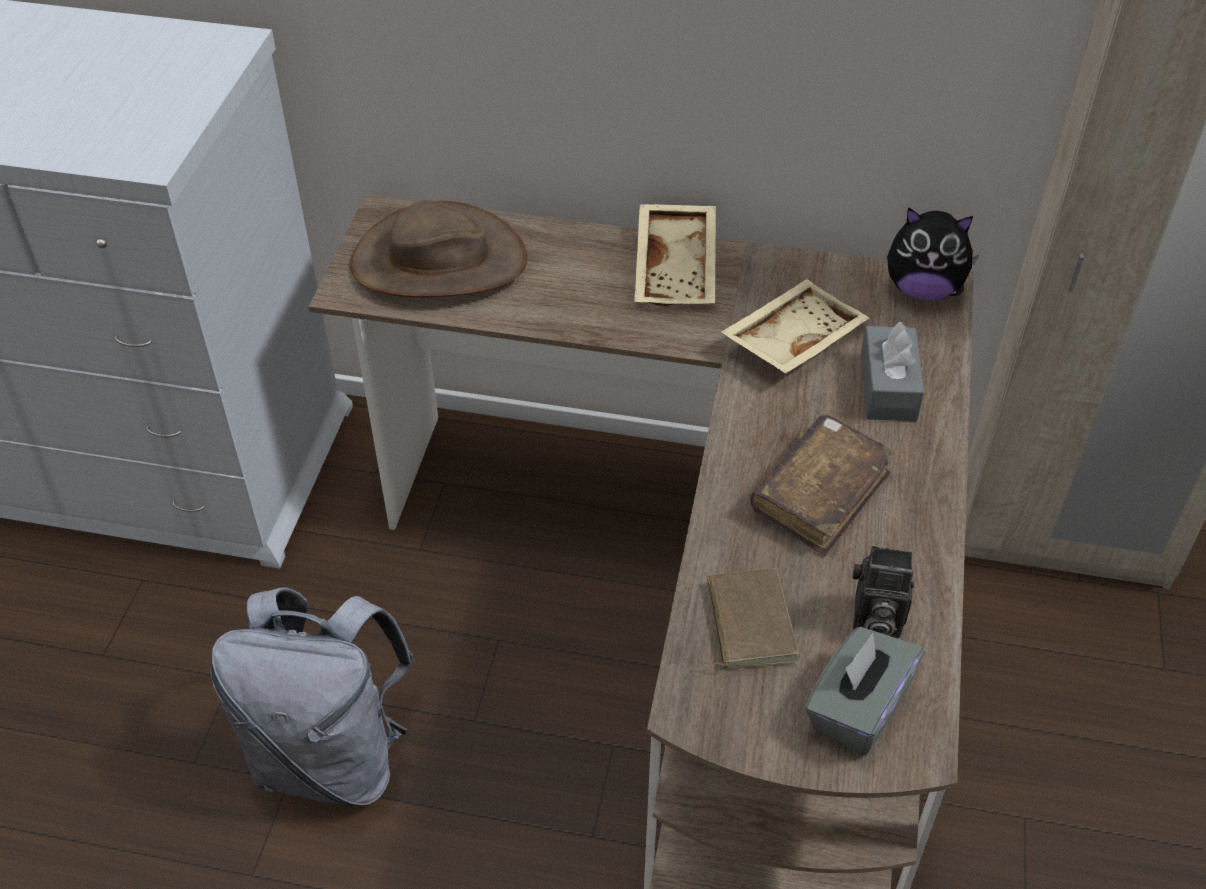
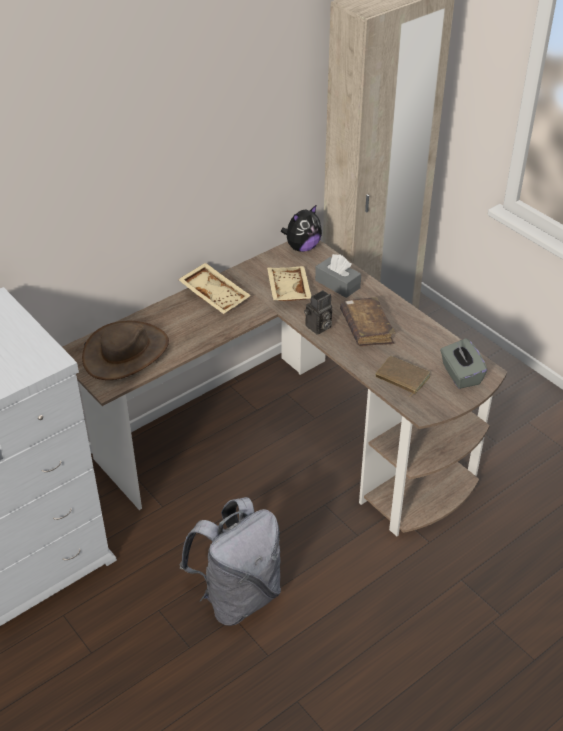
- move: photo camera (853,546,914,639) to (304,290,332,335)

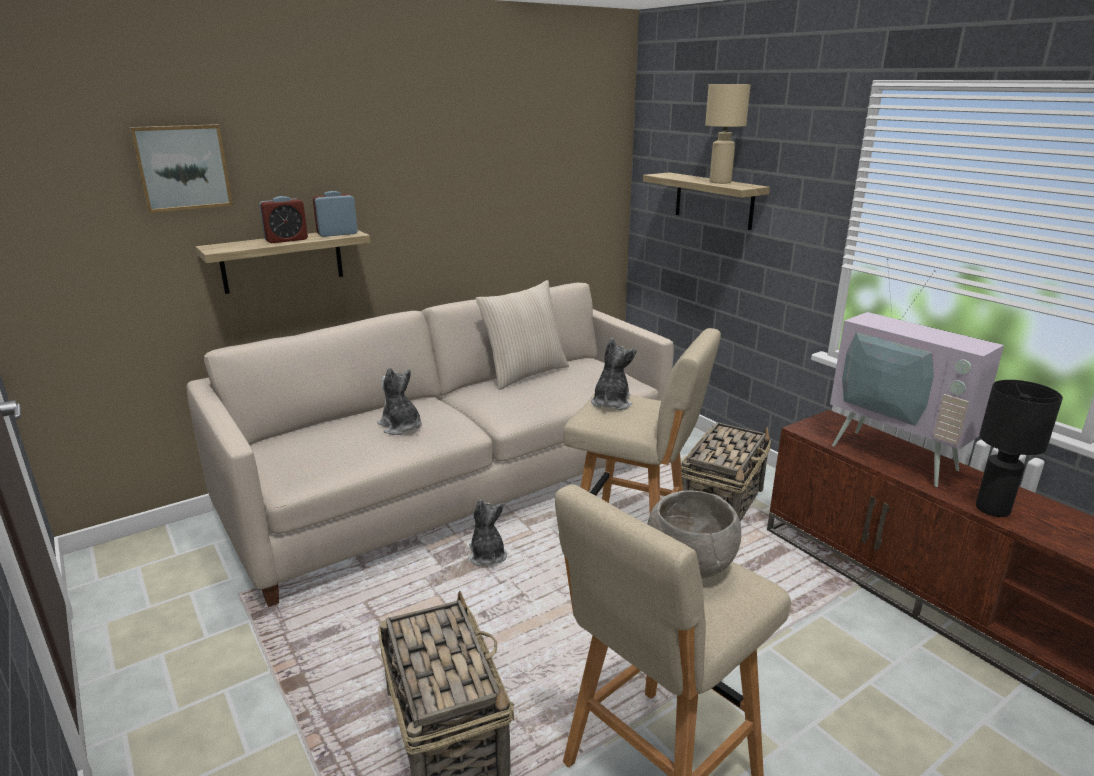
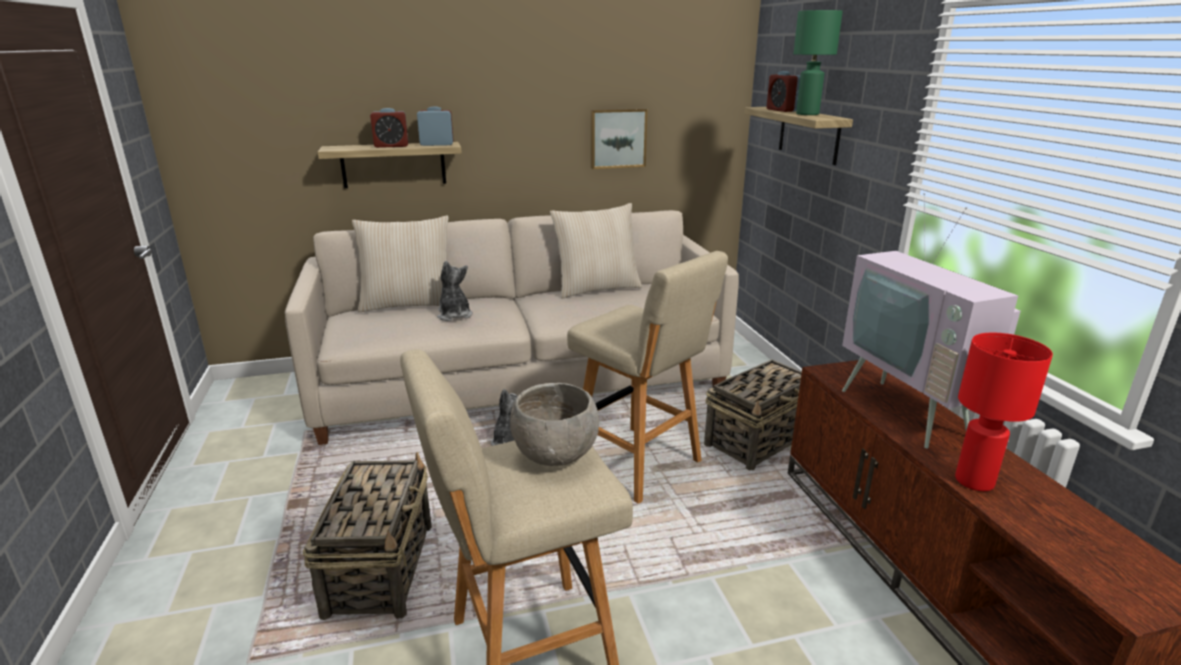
- move: picture (129,124,233,213) to (591,109,648,169)
- delete: plush toy (591,338,637,410)
- recolor: beige lamp for a table (705,84,751,184) to green-coloured lamp for a table (794,10,843,115)
- recolor: black-coloured lamp for a table (976,380,1063,517) to reddish lamp for a table (955,333,1053,491)
- insert: beige throw pillow (352,216,449,312)
- insert: table clock (766,71,800,112)

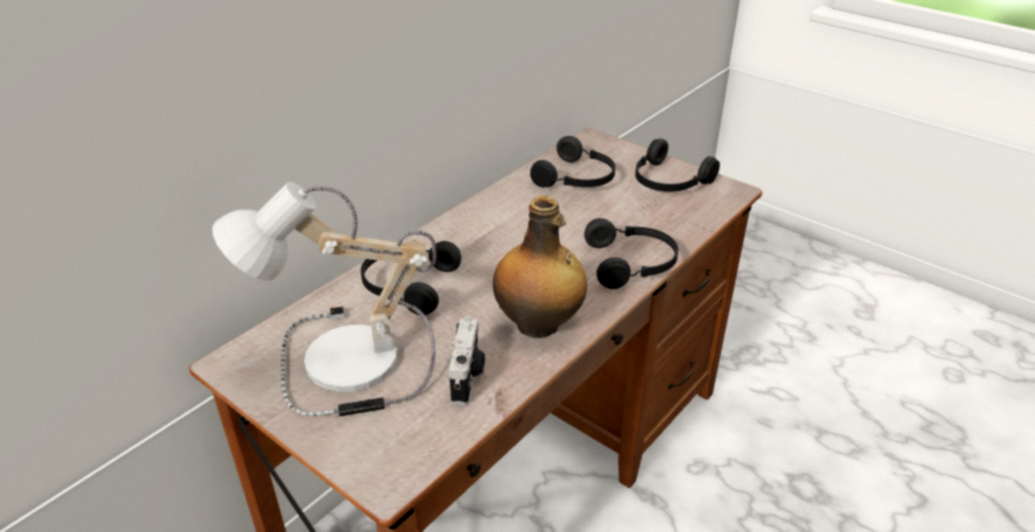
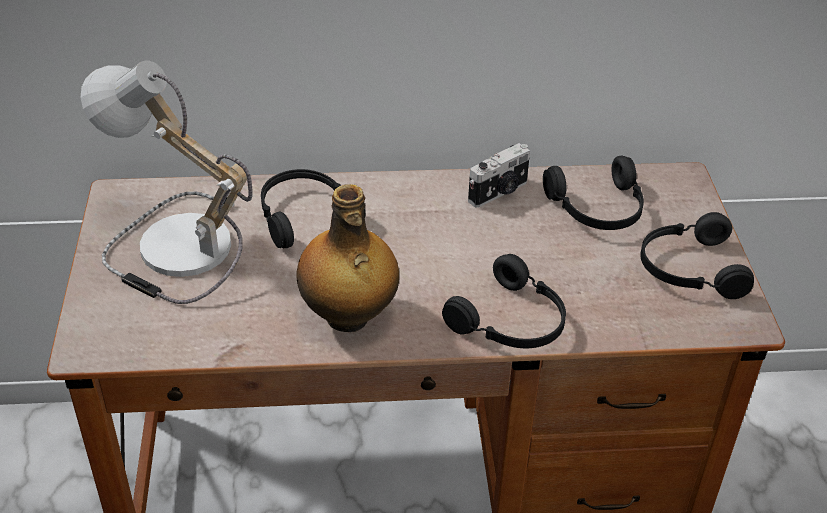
- move: photo camera (449,316,485,405) to (468,143,530,208)

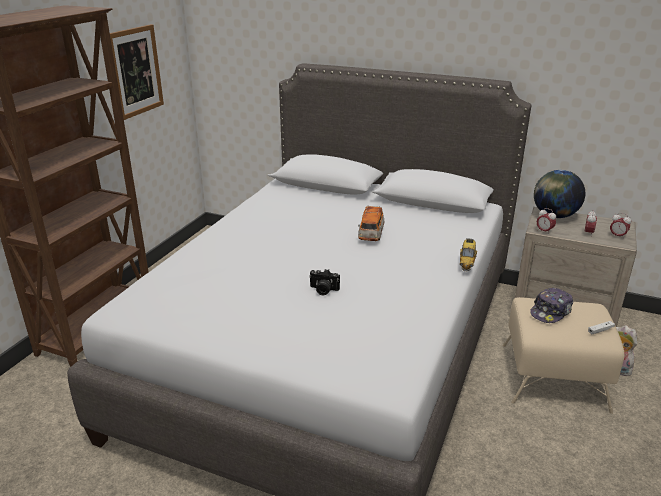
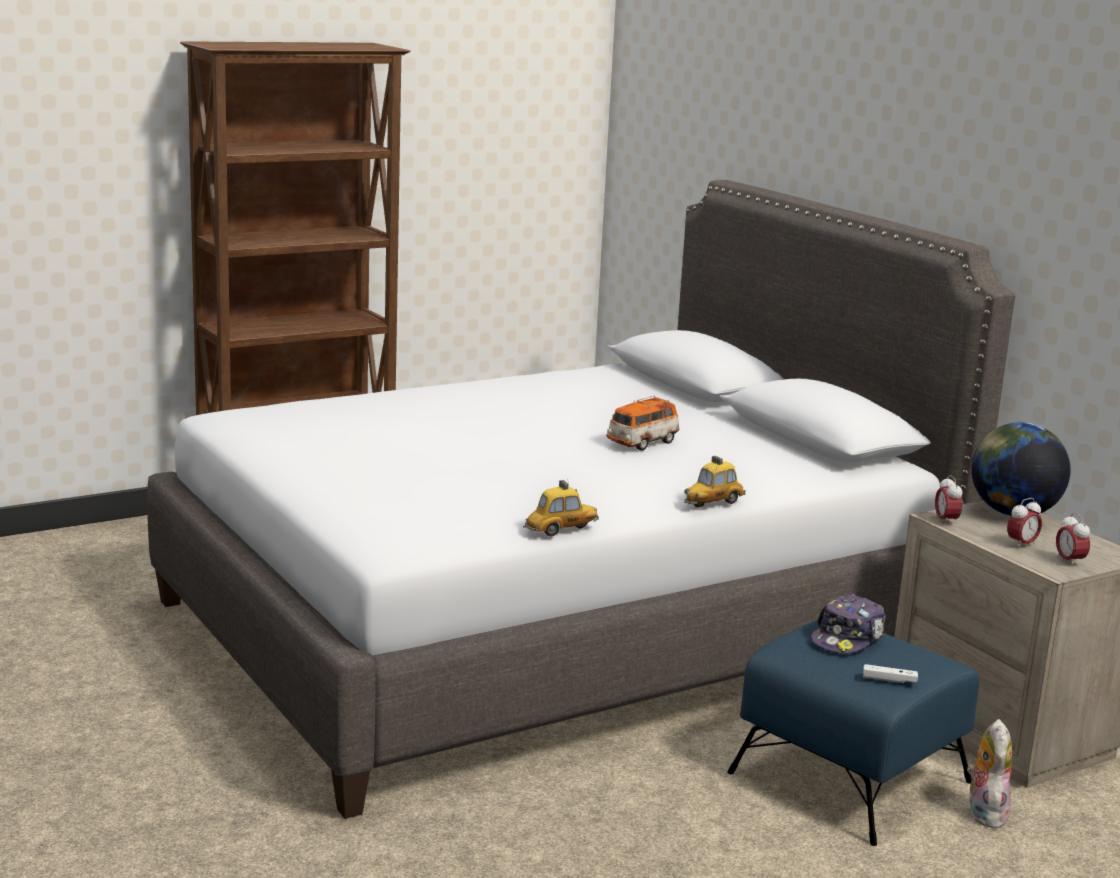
- delete: picture (110,24,164,120)
- delete: photo camera (309,269,340,295)
- recolor: beige pouffe (502,297,624,414) to blue pouffe (727,621,979,846)
- rotate: cap (530,288,573,323) = (811,594,886,654) 45 degrees counterclockwise
- insert: toy car (523,480,599,536)

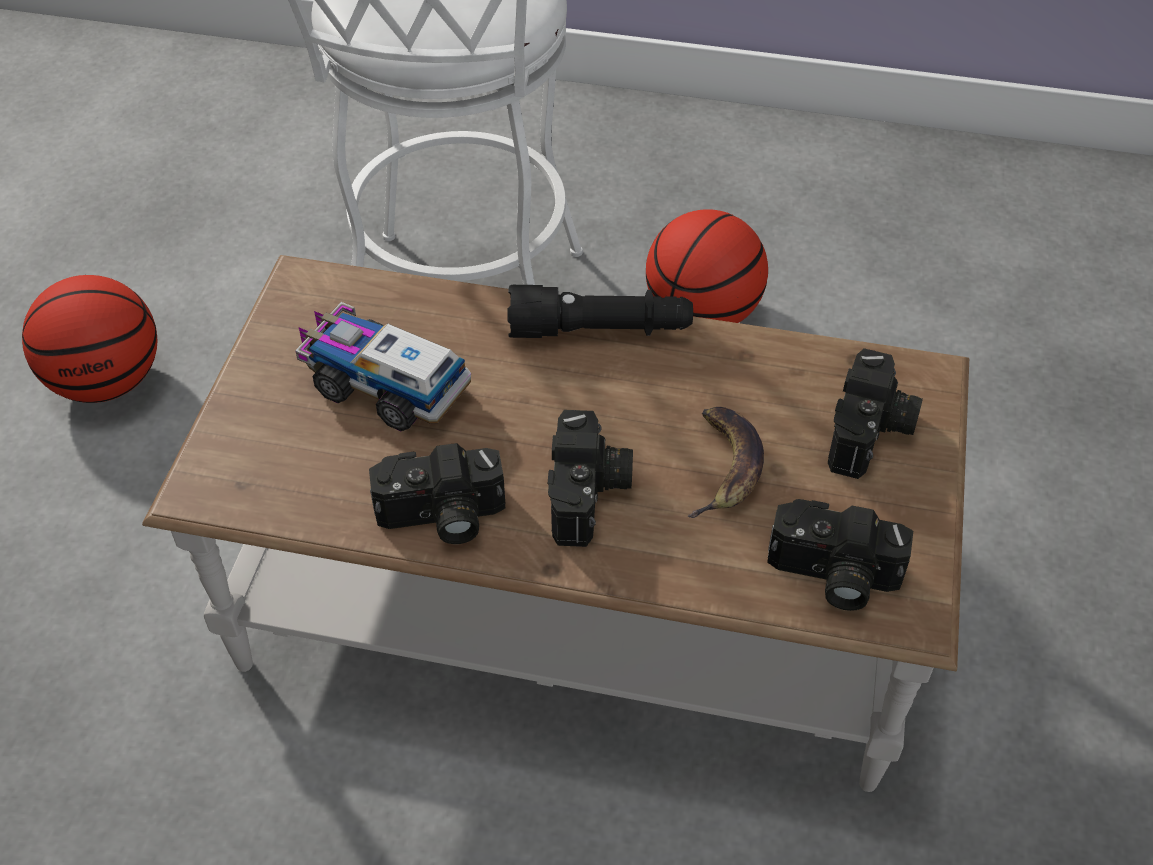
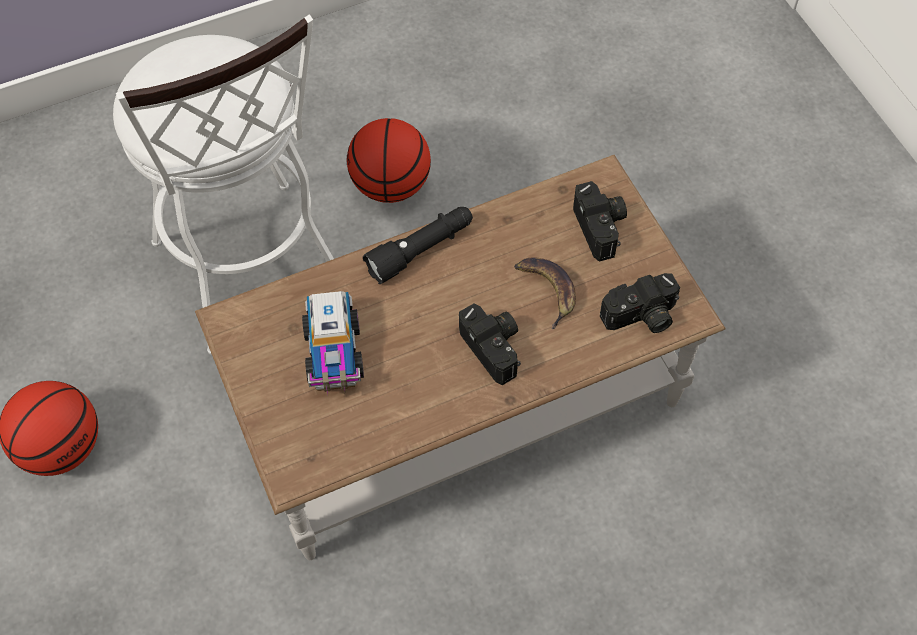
- rotate: toy lorry (295,302,471,431) = (302,291,364,395) 90 degrees counterclockwise
- delete: photo camera (369,443,506,544)

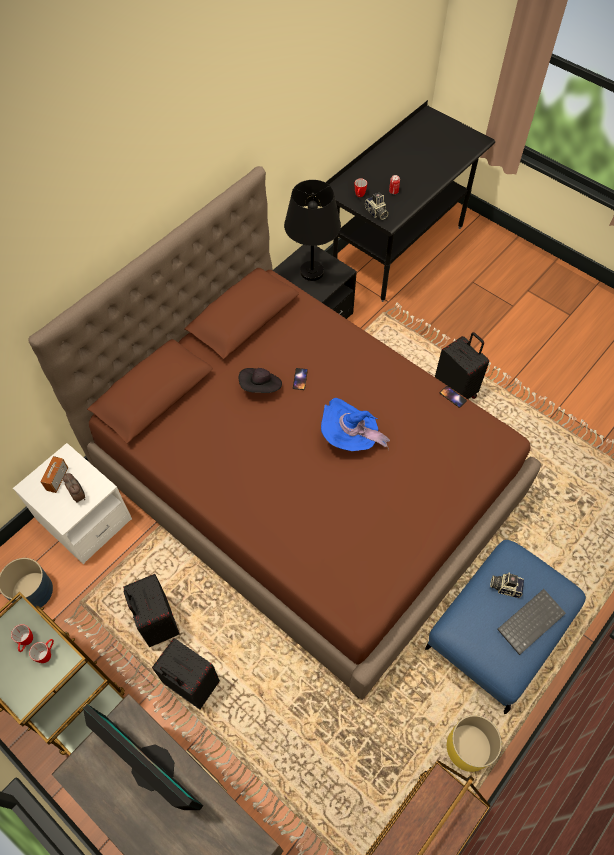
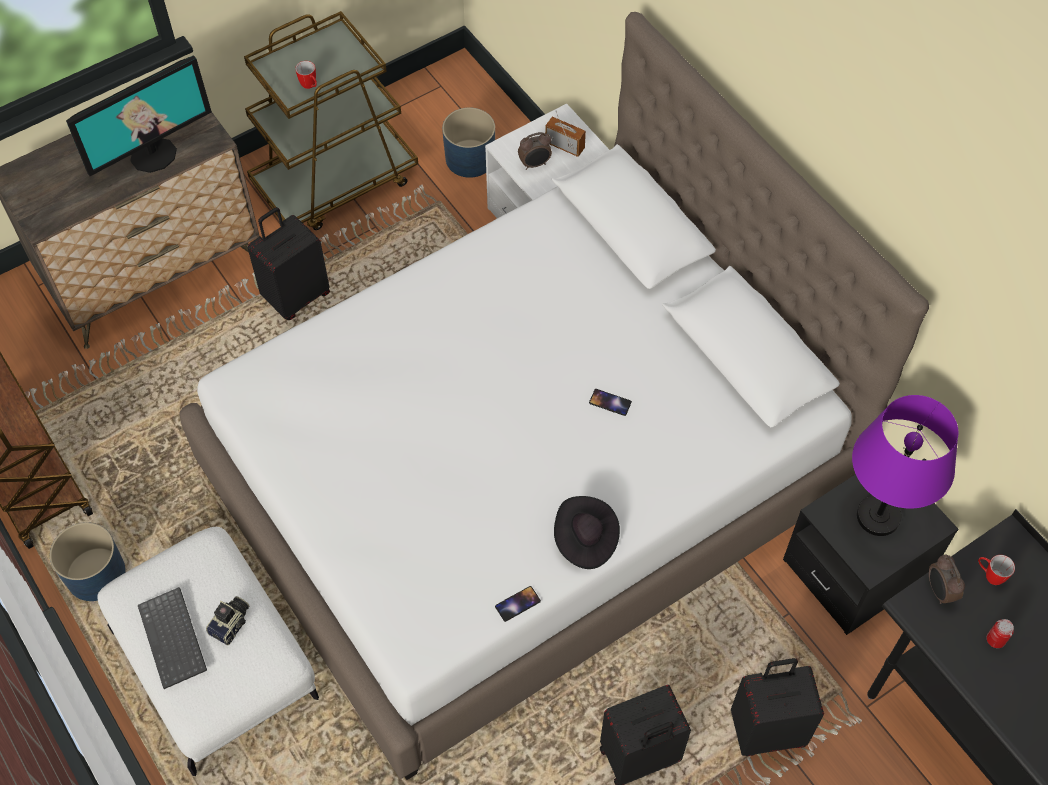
- delete: mug (11,624,33,652)
- recolor: brownish bedroom bed (28,166,541,700) to white bedroom bed (179,12,929,780)
- move: black-coloured suitcase (123,574,180,647) to (731,658,824,756)
- move: black-coloured hat (239,368,282,393) to (554,496,620,569)
- recolor: black-coloured lamp for a table (284,180,341,281) to purple lamp for a table (852,395,958,536)
- delete: blue hat (321,398,390,451)
- replace: photo camera (364,192,389,220) to table clock (929,555,965,604)
- recolor: blue pouffe (425,540,586,714) to white pouffe (97,527,319,776)
- recolor: yellow-coloured flower pot (447,715,502,772) to blue flower pot (50,522,126,601)

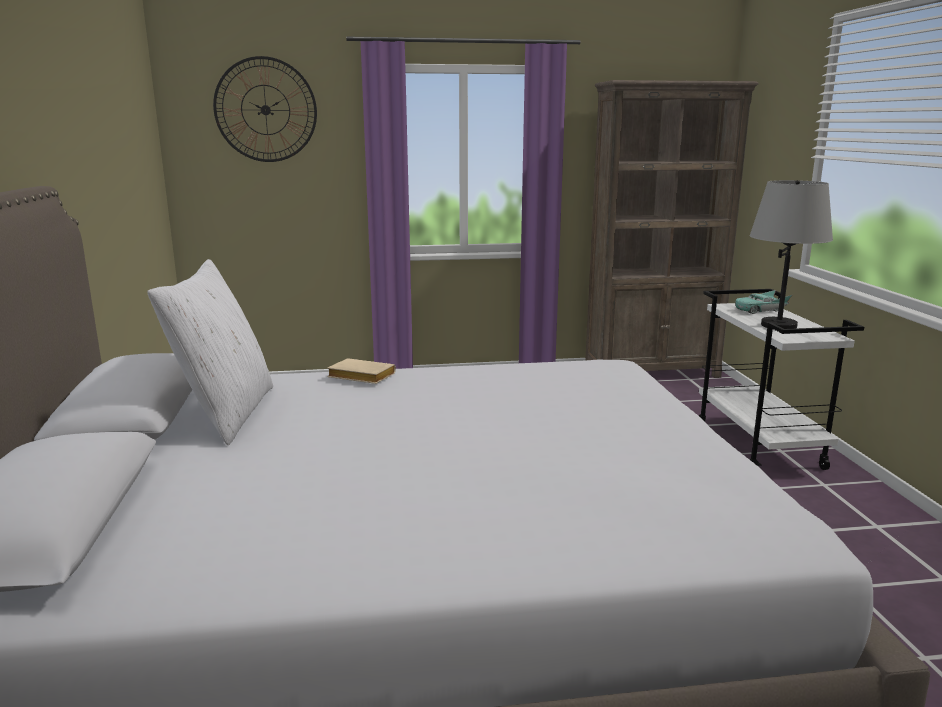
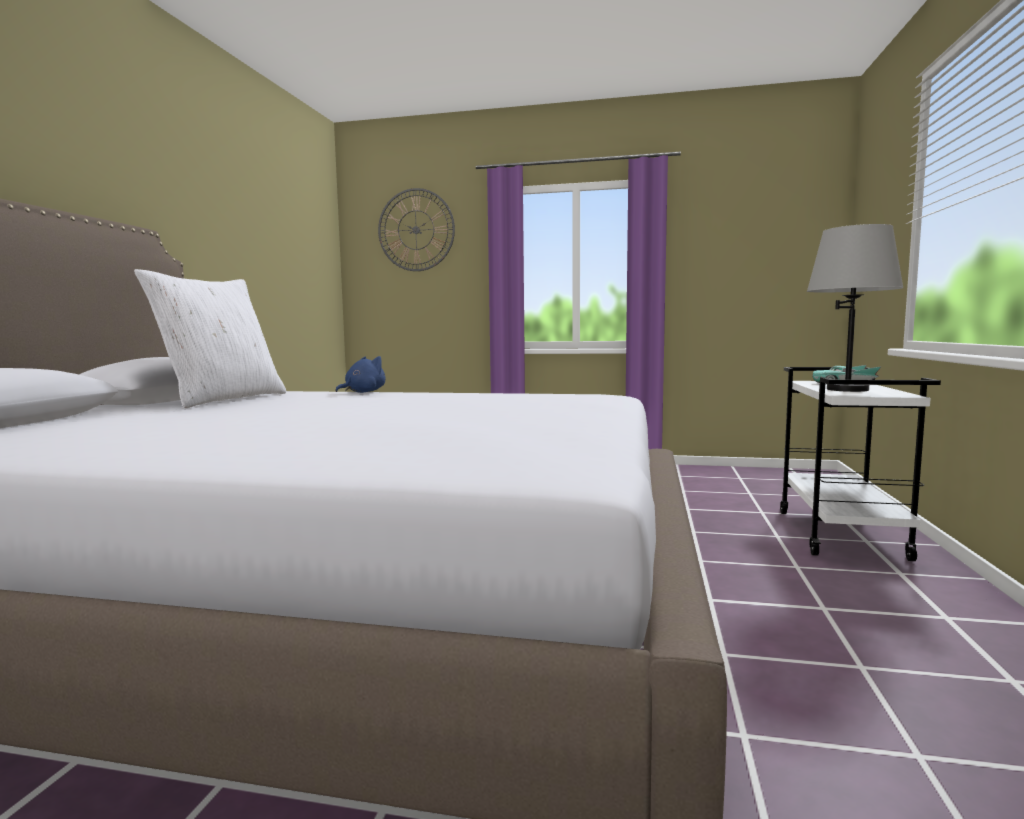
- replace: beige book (327,358,396,384) to blue plush toy (335,356,385,393)
- delete: brownish bookshelf (585,80,759,378)

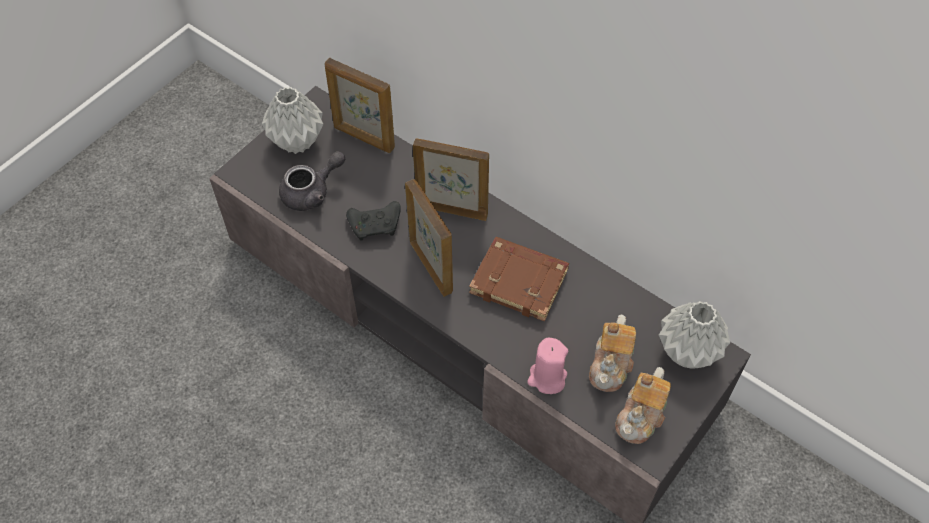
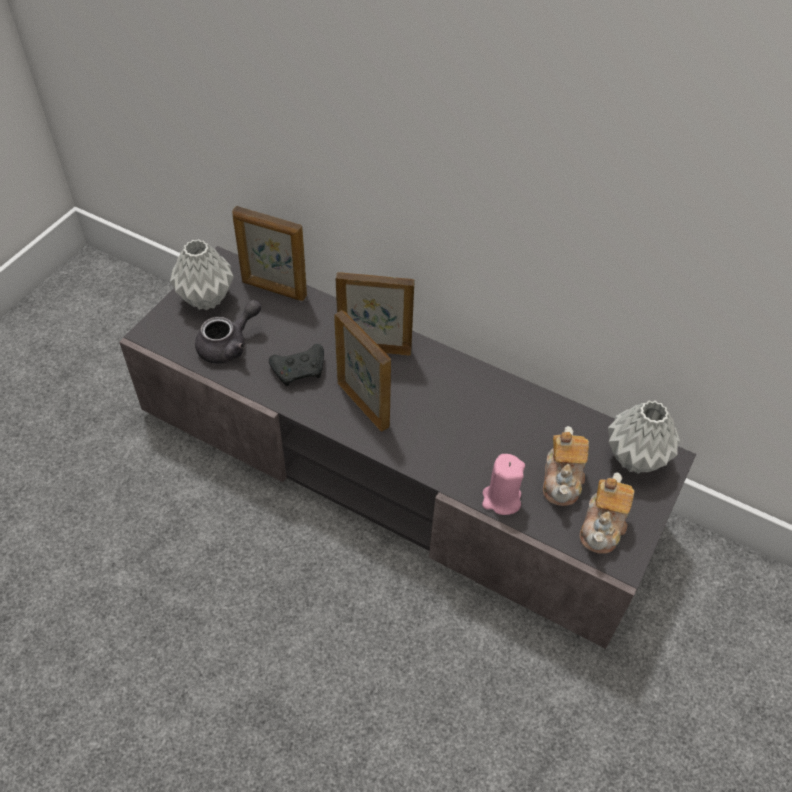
- delete: brownish book (469,237,569,322)

